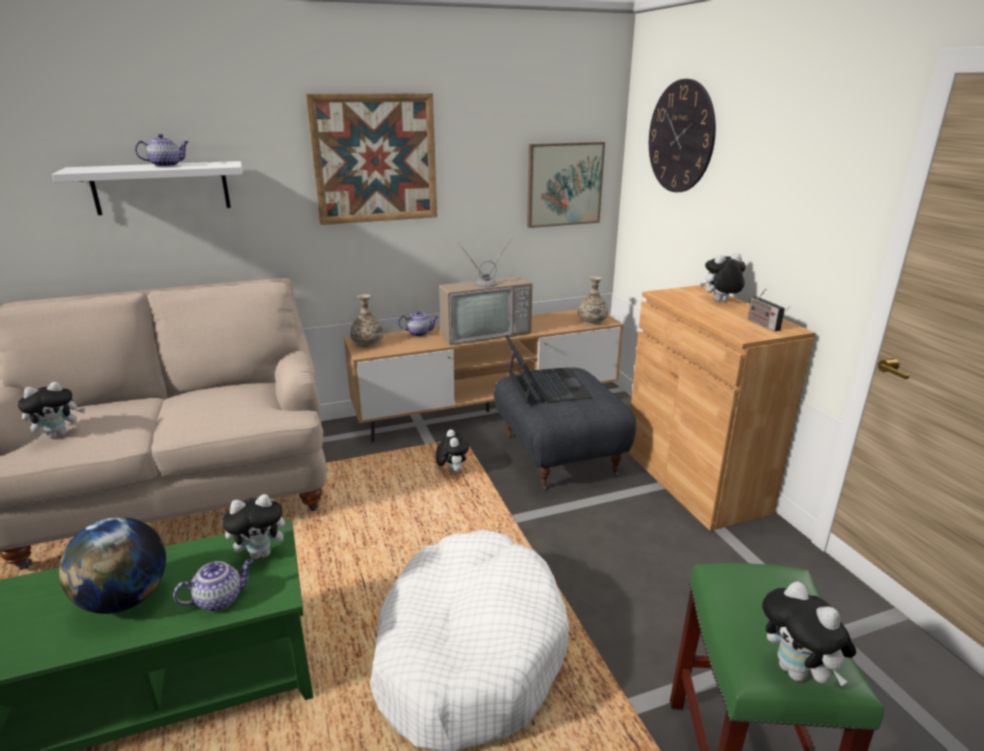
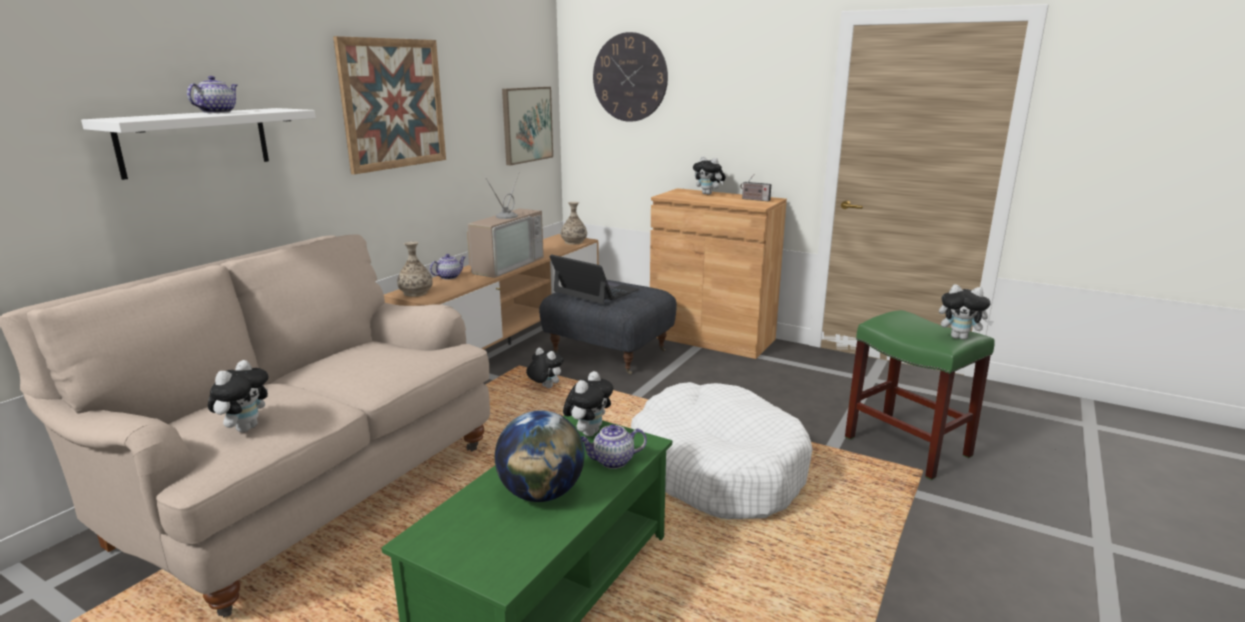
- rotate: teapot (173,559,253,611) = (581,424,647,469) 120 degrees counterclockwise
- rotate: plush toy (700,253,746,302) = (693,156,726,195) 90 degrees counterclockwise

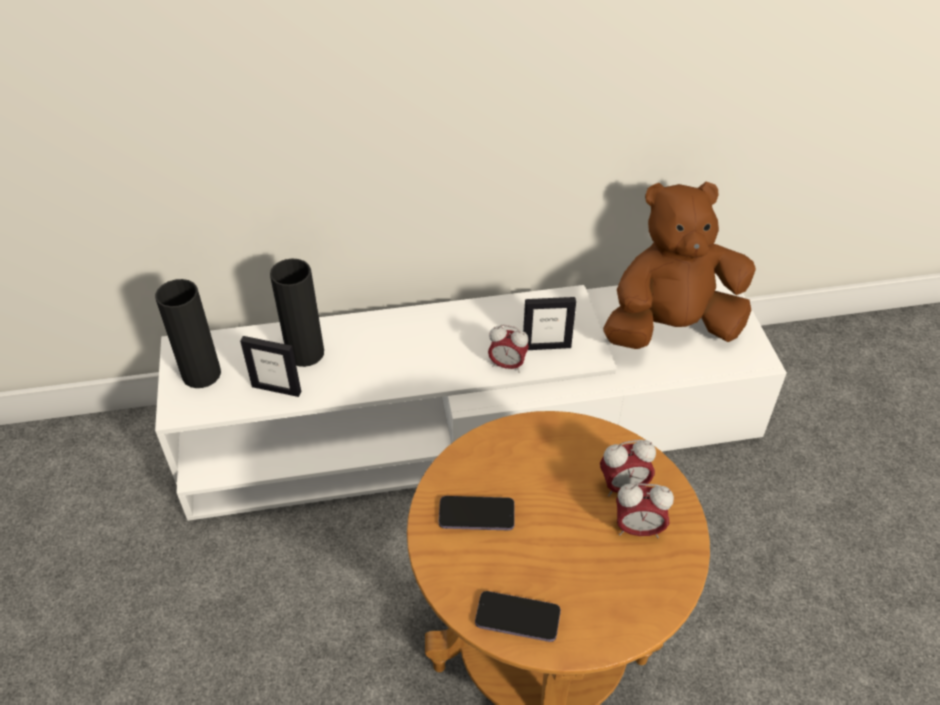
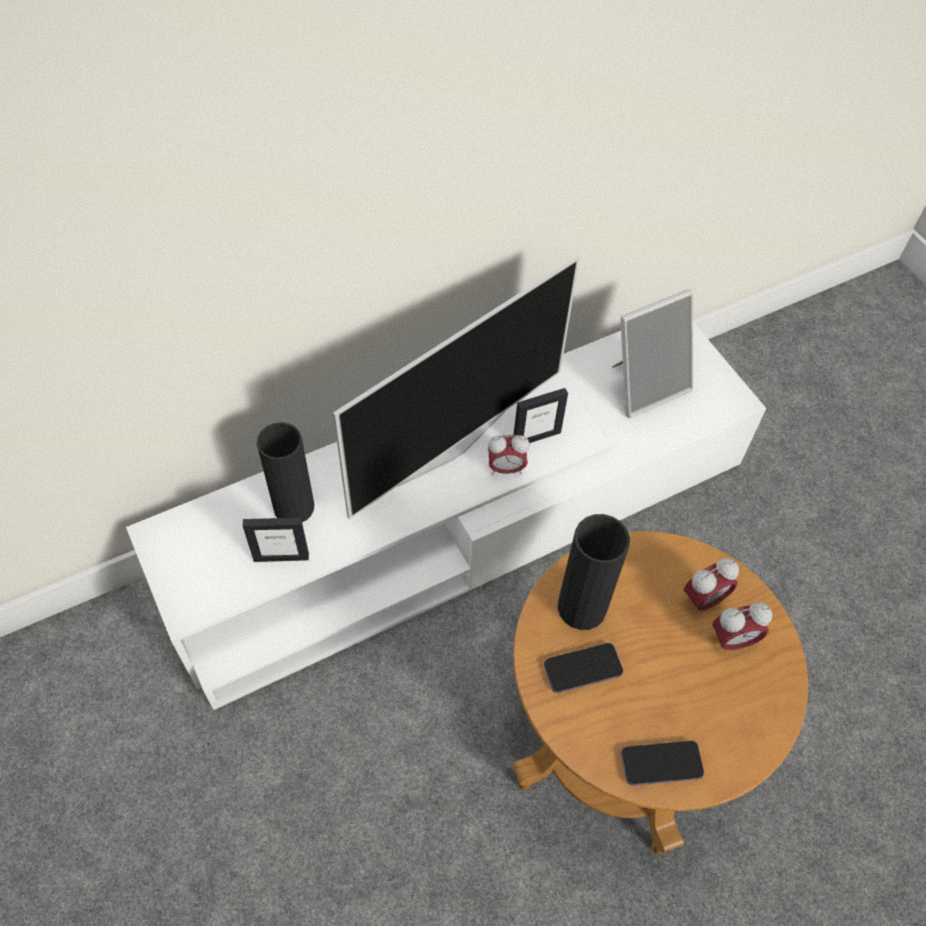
- move: black-coloured flower vase (155,279,221,388) to (558,514,630,630)
- replace: brownish plush toy (603,182,756,349) to photo frame (612,289,693,418)
- insert: TV (333,255,580,519)

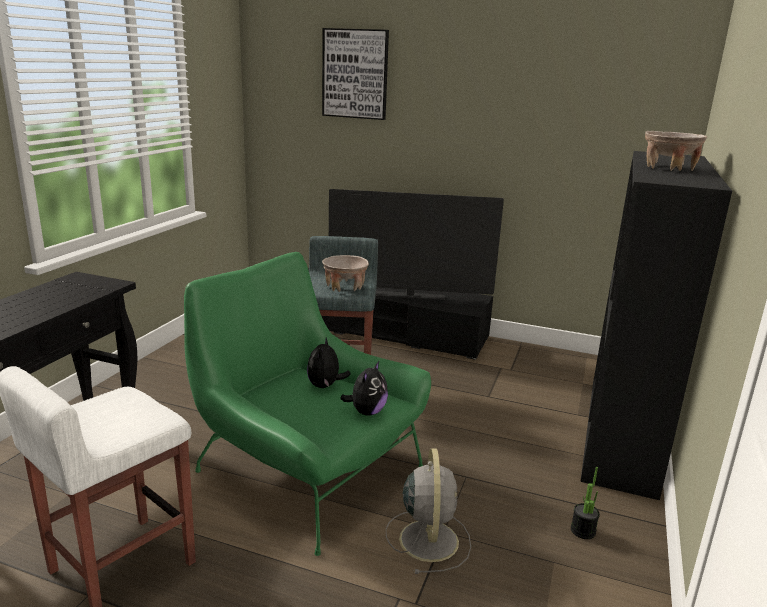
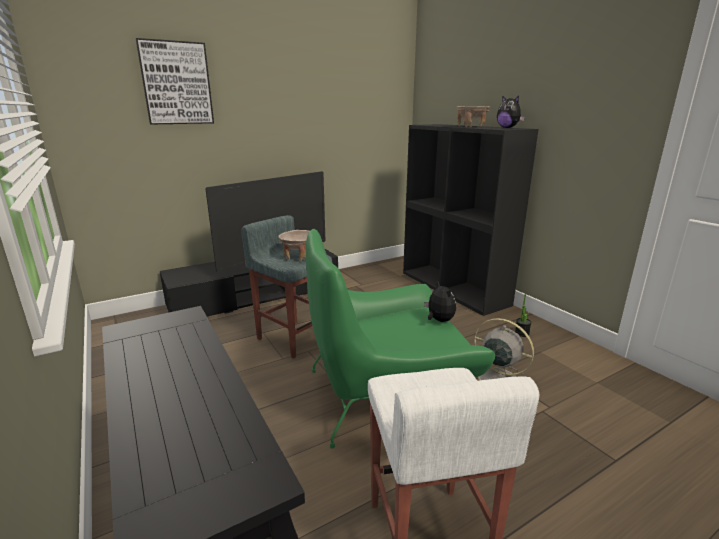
- move: plush toy (307,338,350,388) to (497,96,525,128)

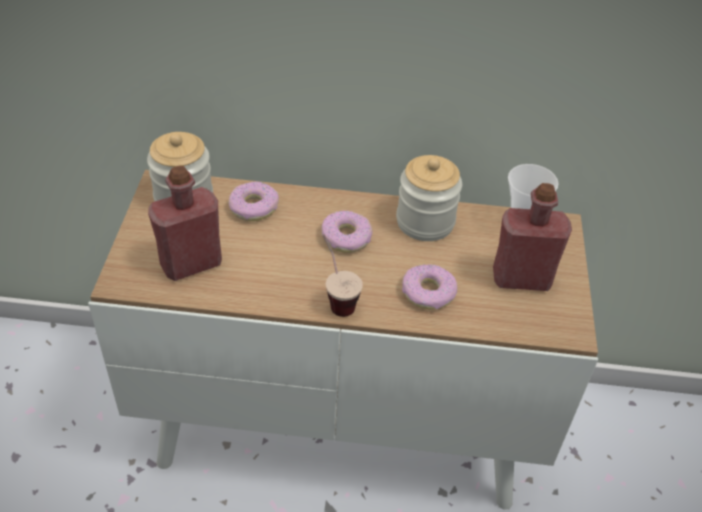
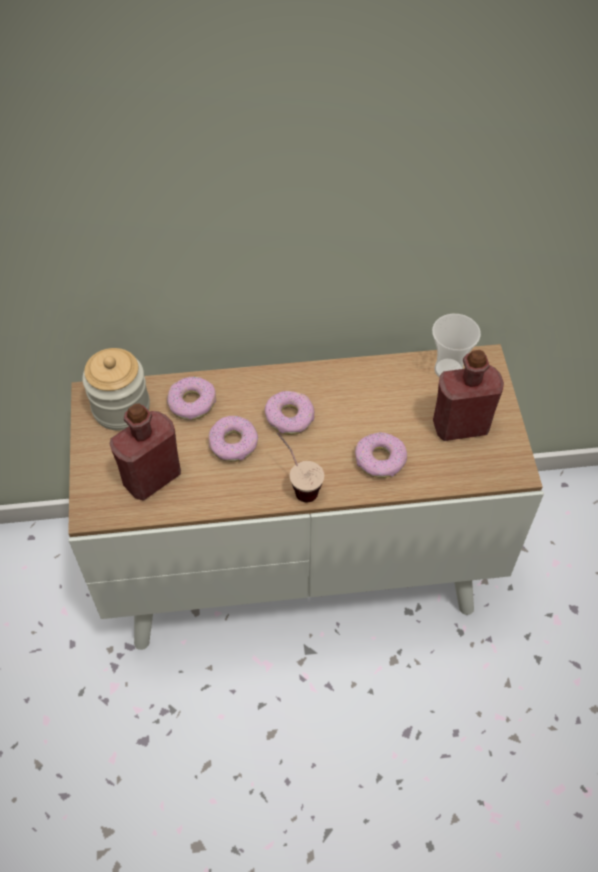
- delete: jar (396,155,462,241)
- insert: donut (208,416,258,462)

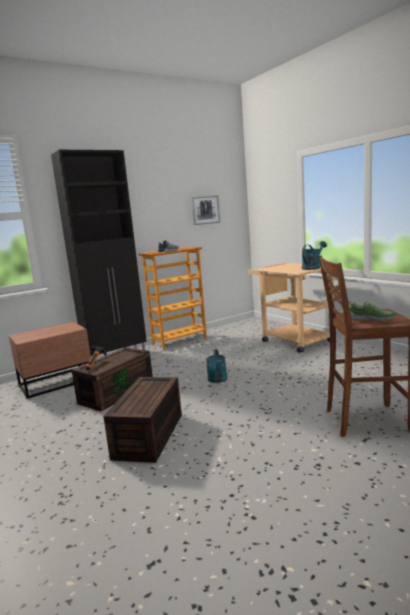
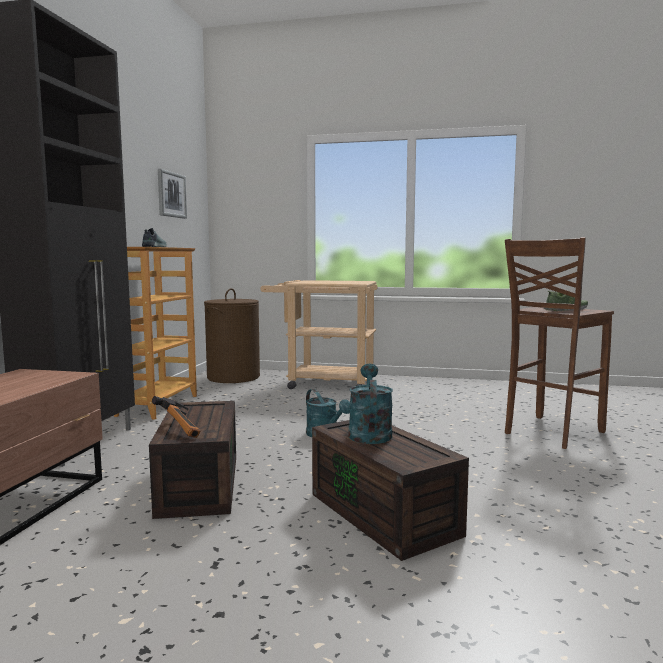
- move: blue-green watering can (302,241,327,270) to (348,363,393,444)
- insert: brownish washing basket (204,288,260,383)

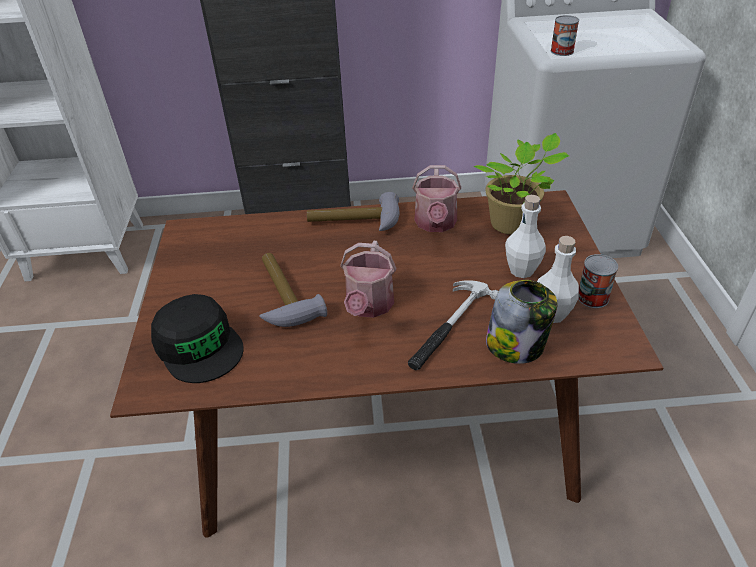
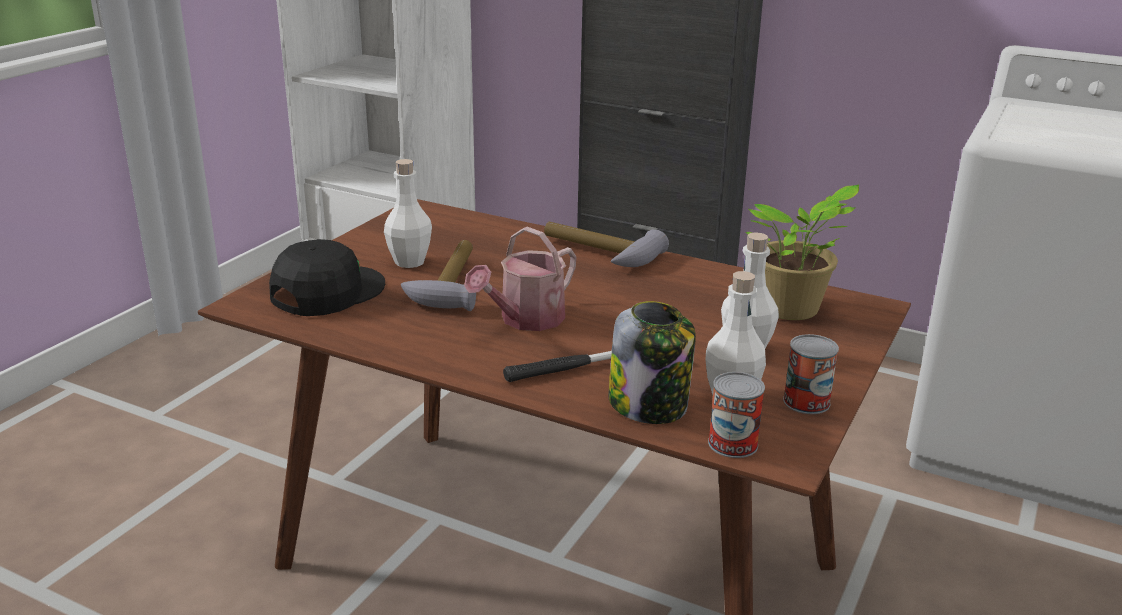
- rotate: black-coloured cap (151,294,244,383) = (269,239,385,316) 135 degrees counterclockwise
- delete: watering can (412,165,461,232)
- move: sealed can (551,15,579,56) to (708,372,765,458)
- insert: white beverage bottle (384,159,432,268)

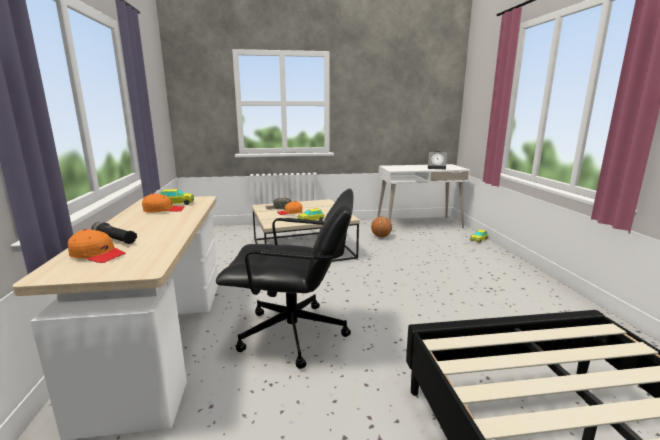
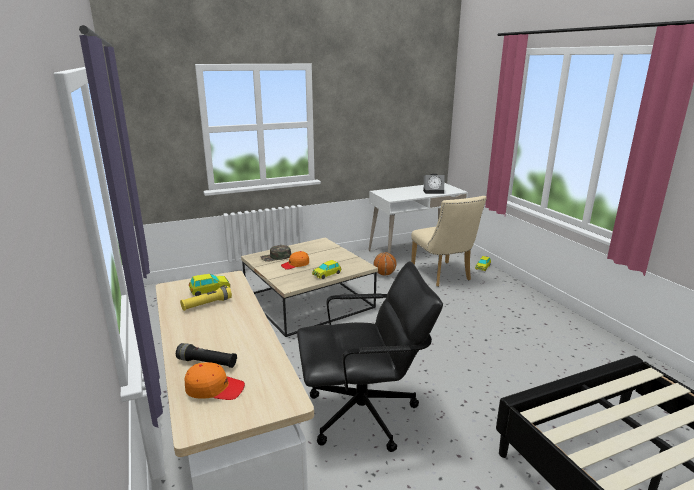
- replace: orange cap (142,193,184,213) to yellow-coloured hand torch (180,286,232,311)
- insert: beige upright chair (411,196,487,287)

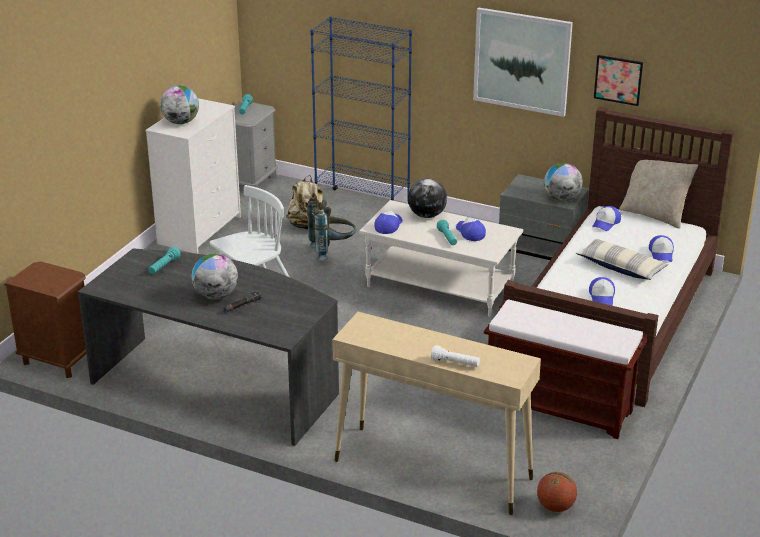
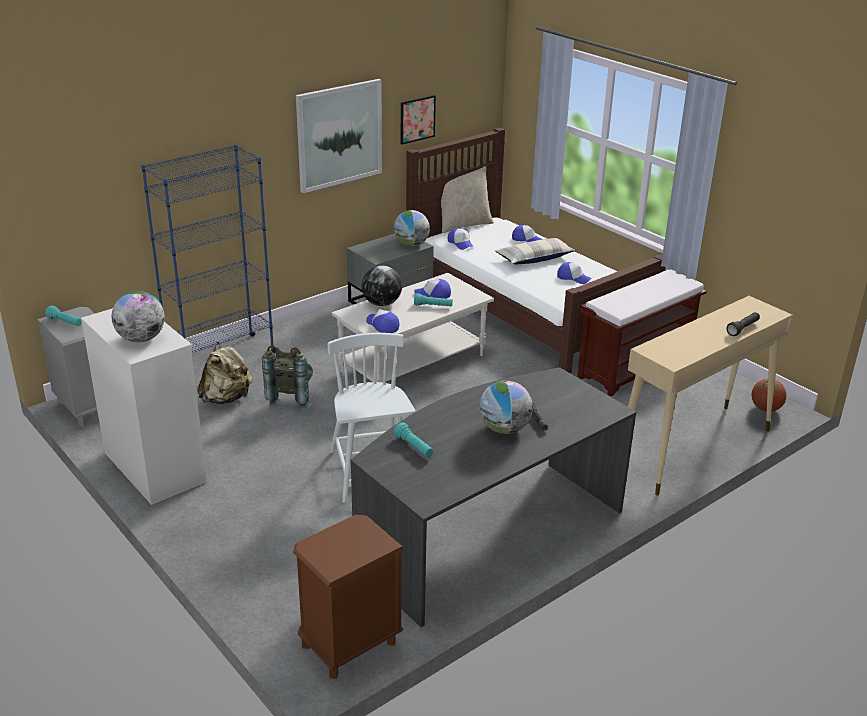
- recolor: white hand torch (431,345,480,367) to black-coloured hand torch (726,312,760,336)

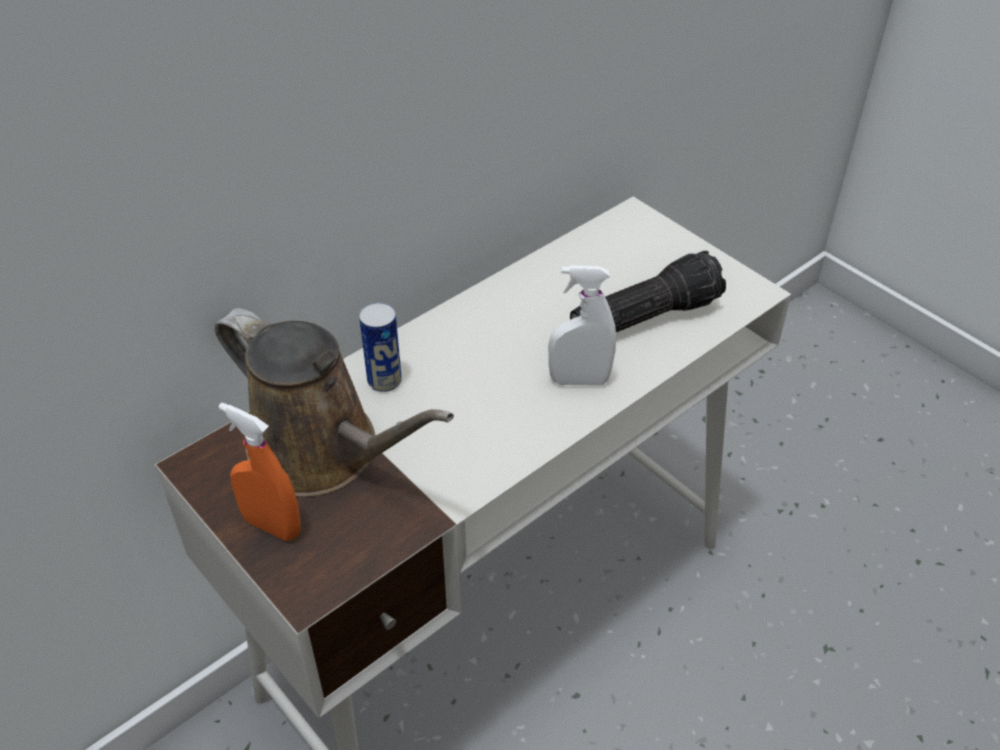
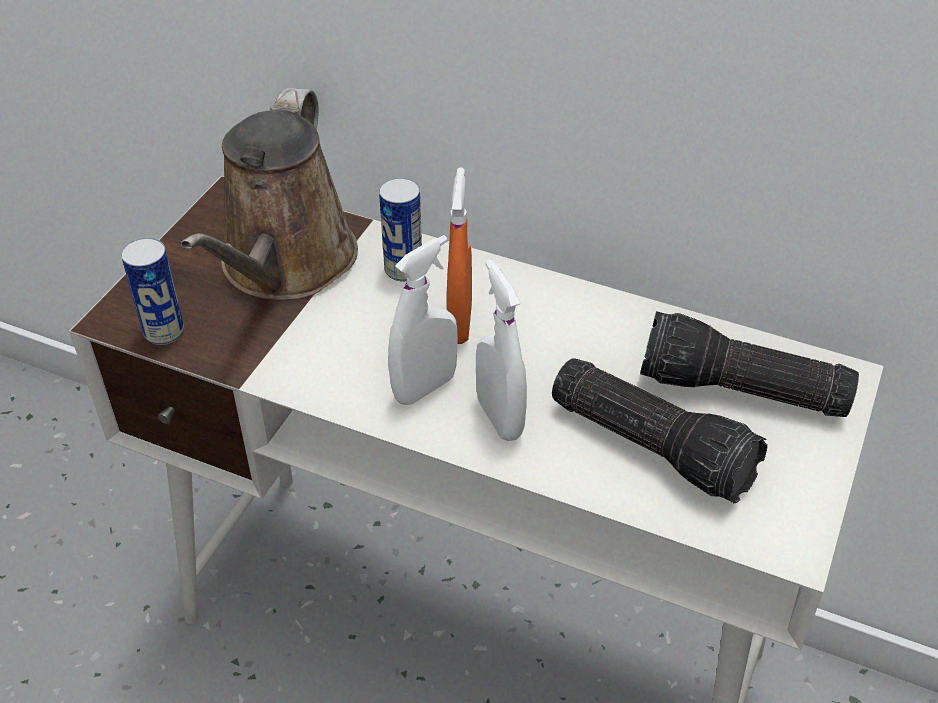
- move: orange spray bottle (218,403,300,541) to (447,167,472,344)
- insert: sealed can (121,237,184,345)
- insert: white spray bottle (388,235,458,405)
- insert: hand torch (640,311,859,417)

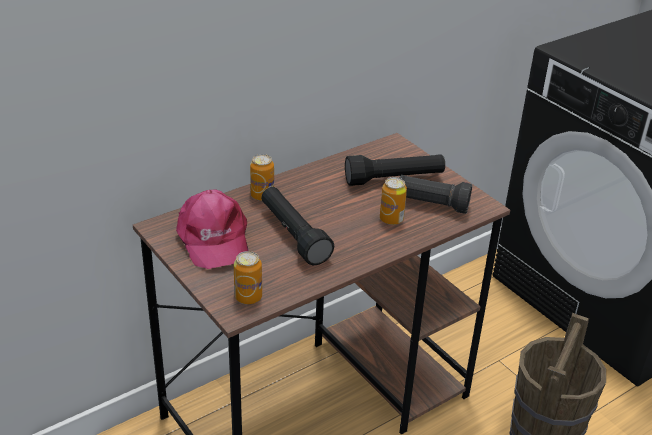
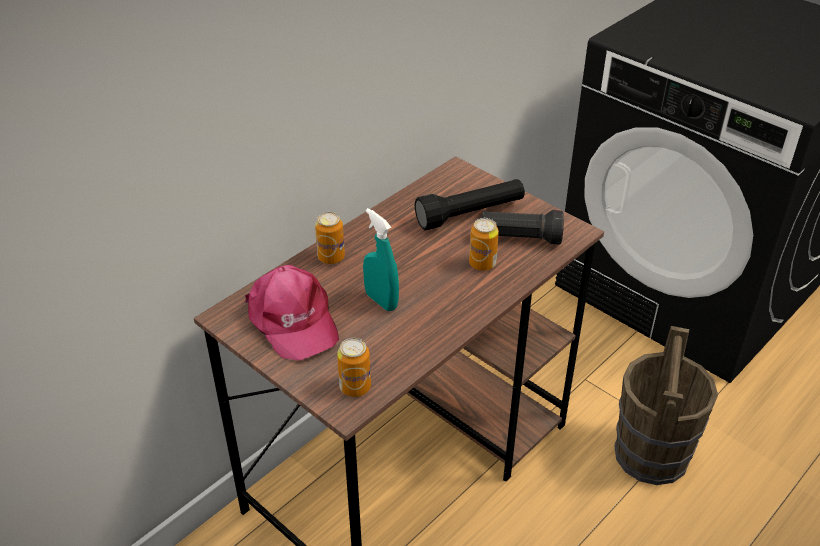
- replace: black-coloured hand torch (261,187,335,266) to blue-green spray bottle (363,208,399,311)

